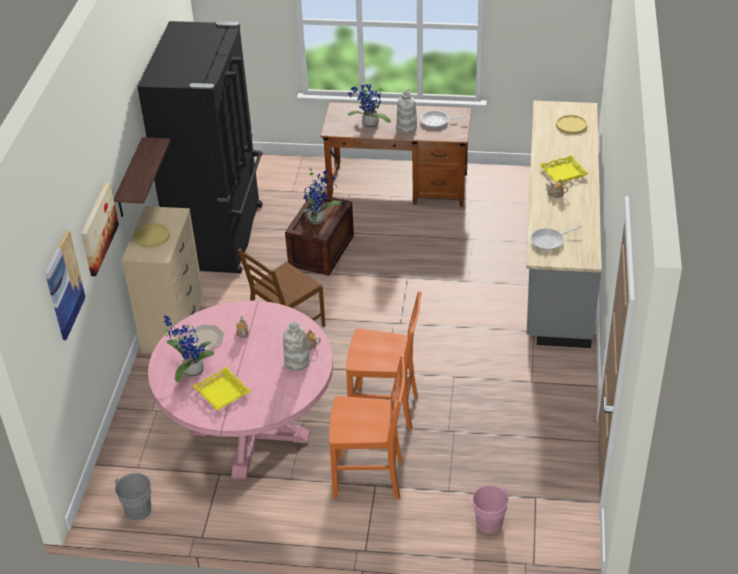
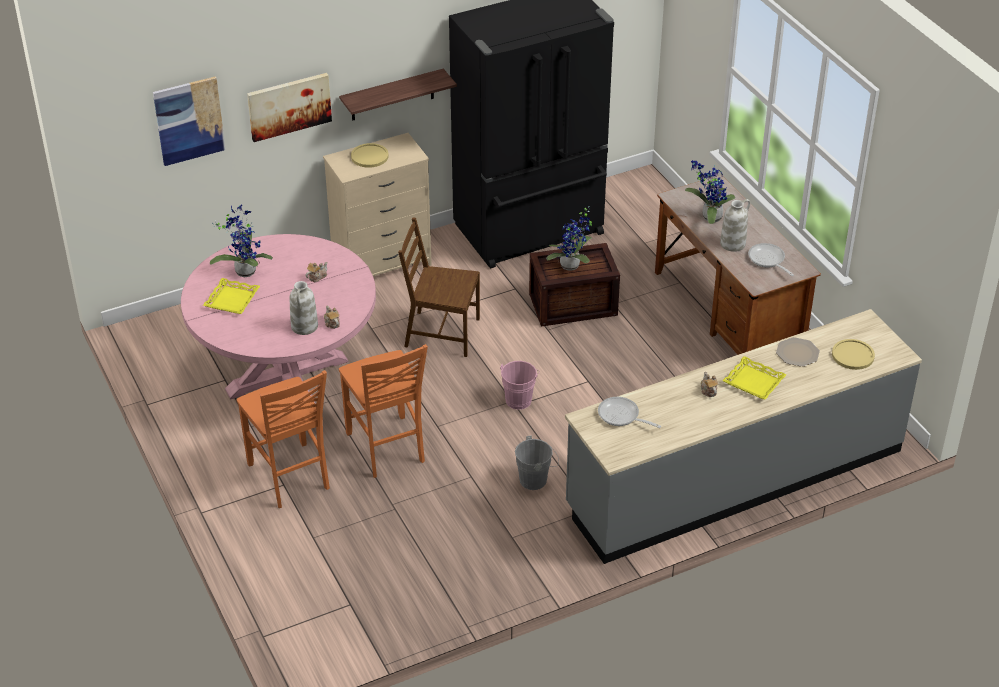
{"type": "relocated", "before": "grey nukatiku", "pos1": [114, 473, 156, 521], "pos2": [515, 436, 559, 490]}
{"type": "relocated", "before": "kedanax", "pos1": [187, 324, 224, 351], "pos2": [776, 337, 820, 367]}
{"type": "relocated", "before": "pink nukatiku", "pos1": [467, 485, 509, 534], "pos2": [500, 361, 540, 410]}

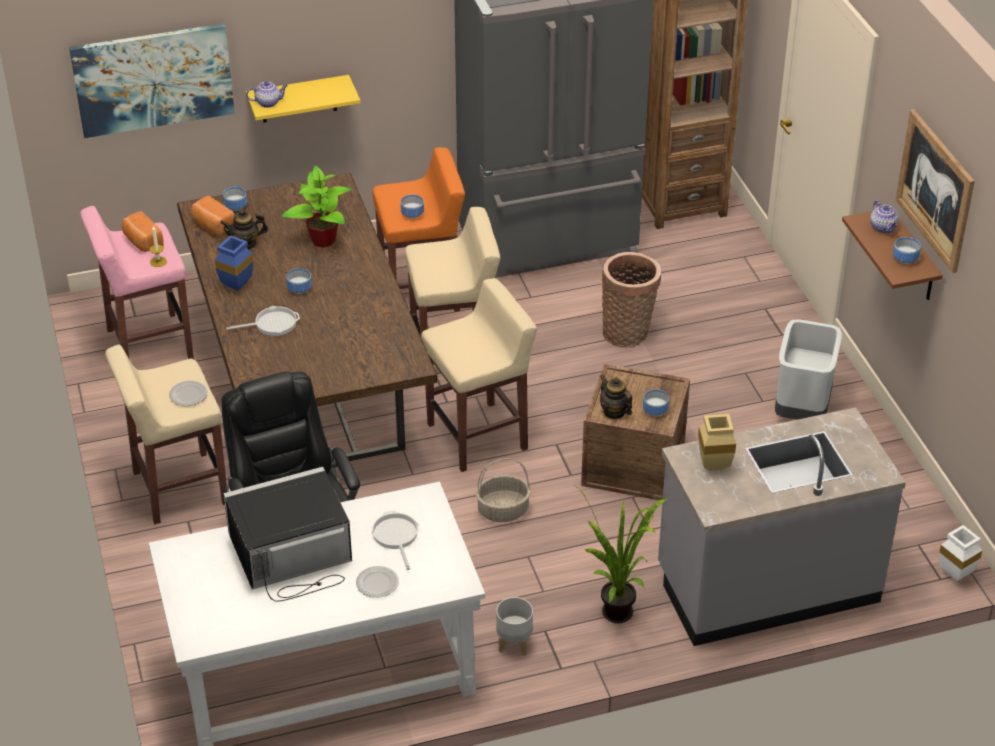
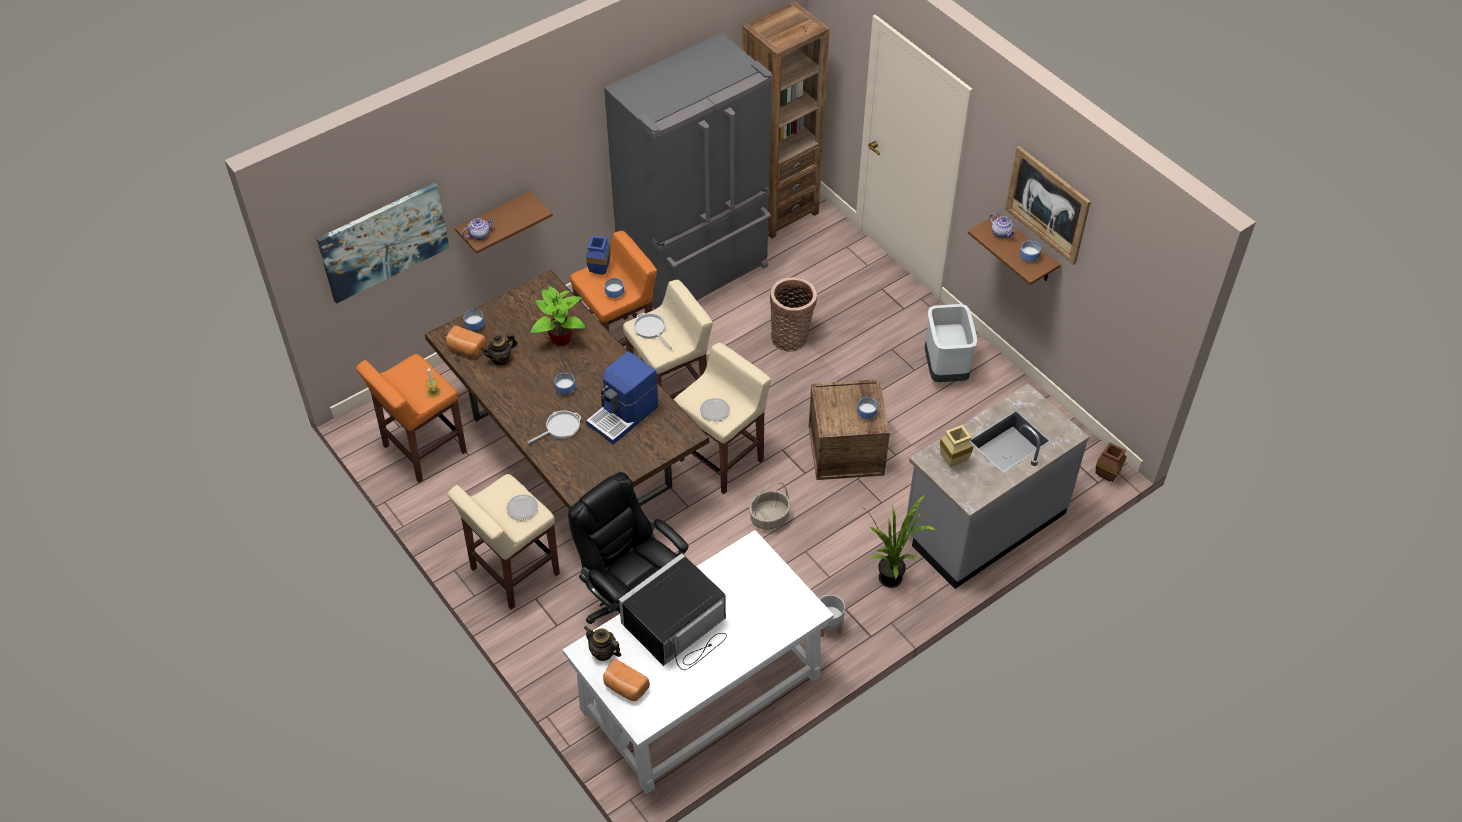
{"type": "colour", "before": "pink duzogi", "after": "orange duzogi", "pos1": [80, 206, 193, 358], "pos2": [356, 354, 467, 483]}
{"type": "relocated", "before": "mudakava", "pos1": [122, 211, 164, 252], "pos2": [603, 659, 650, 701]}
{"type": "relocated", "before": "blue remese", "pos1": [215, 235, 253, 291], "pos2": [586, 236, 611, 275]}
{"type": "colour", "before": "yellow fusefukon", "after": "brown fusefukon", "pos1": [246, 75, 360, 123], "pos2": [455, 191, 553, 254]}
{"type": "relocated", "before": "kedanax", "pos1": [356, 566, 399, 598], "pos2": [700, 398, 730, 421]}
{"type": "relocated", "before": "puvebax", "pos1": [371, 510, 419, 570], "pos2": [634, 313, 672, 349]}
{"type": "relocated", "before": "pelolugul", "pos1": [600, 375, 632, 419], "pos2": [584, 626, 621, 661]}
{"type": "colour", "before": "white remese", "after": "brown remese", "pos1": [939, 525, 982, 581], "pos2": [1096, 442, 1126, 482]}
{"type": "appeared", "after": "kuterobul", "pos2": [586, 351, 658, 444]}

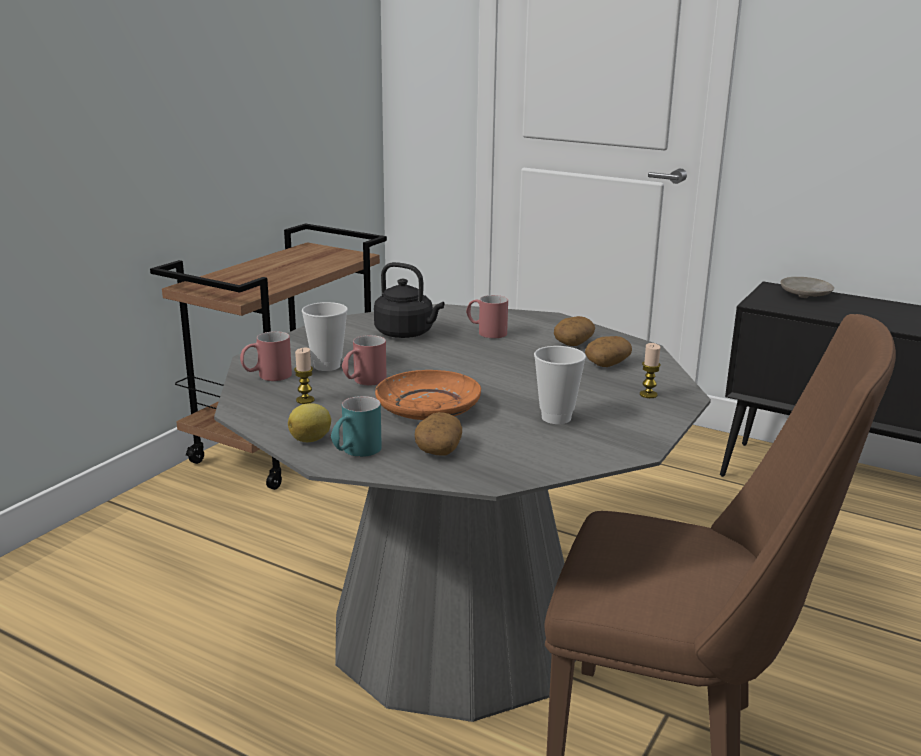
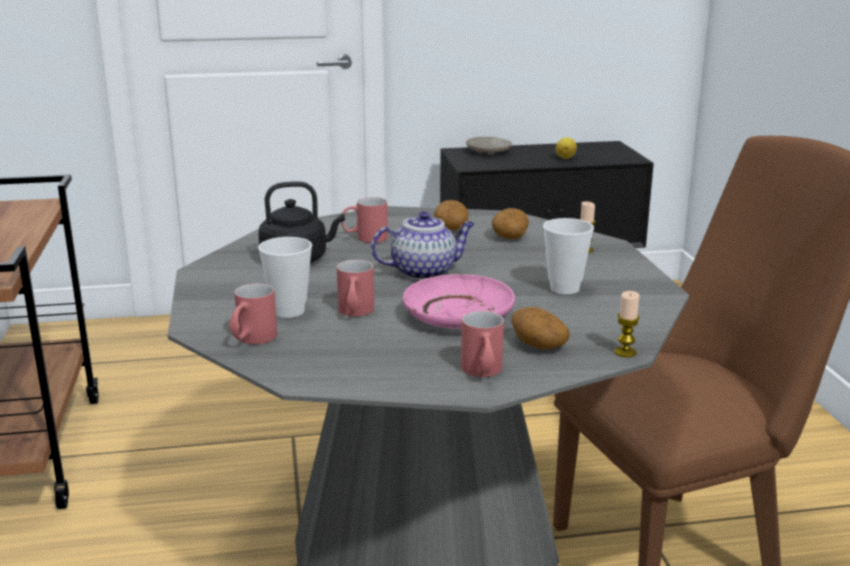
{"type": "relocated", "before": "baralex", "pos1": [288, 403, 331, 442], "pos2": [556, 137, 577, 159]}
{"type": "relocated", "before": "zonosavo", "pos1": [294, 348, 314, 404], "pos2": [615, 291, 640, 357]}
{"type": "colour", "before": "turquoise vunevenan", "after": "red vunevenan", "pos1": [331, 396, 382, 457], "pos2": [461, 311, 504, 377]}
{"type": "colour", "before": "orange kedanax", "after": "pink kedanax", "pos1": [375, 370, 481, 420], "pos2": [403, 274, 515, 329]}
{"type": "appeared", "after": "pelolugul", "pos2": [371, 211, 475, 280]}

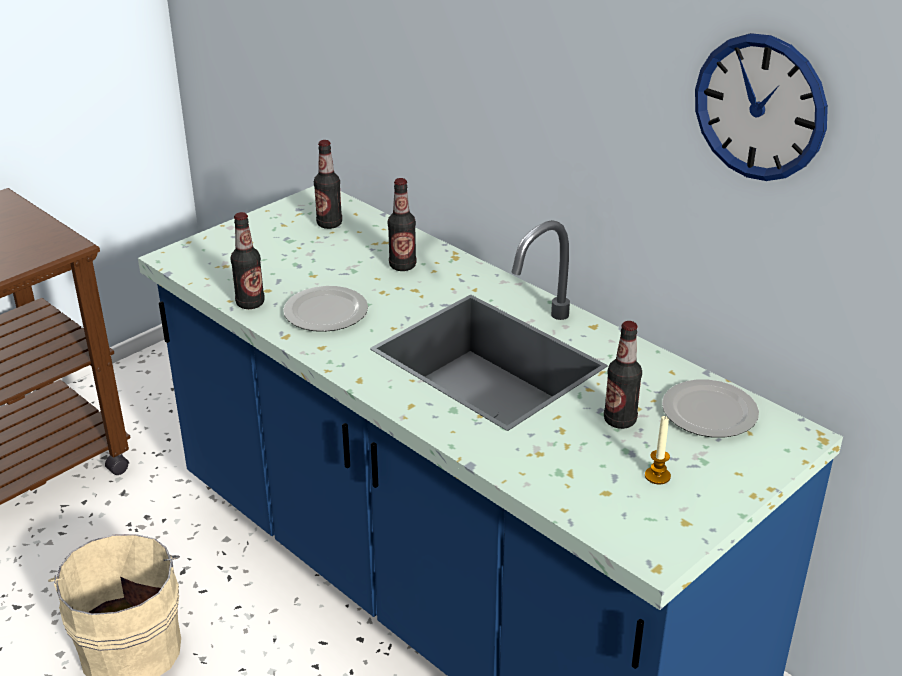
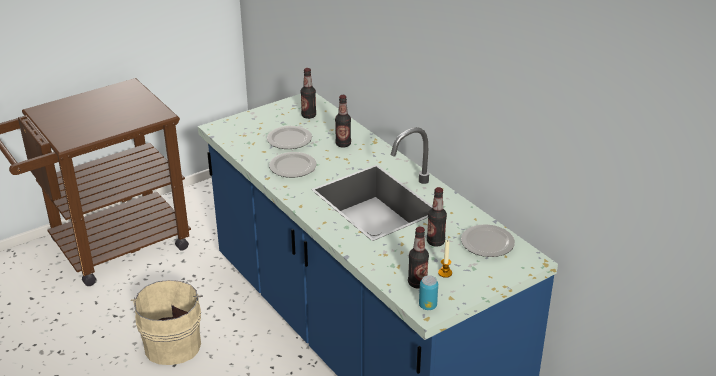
{"type": "relocated", "before": "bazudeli", "pos1": [230, 212, 265, 309], "pos2": [408, 227, 429, 288]}
{"type": "missing", "before": "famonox", "pos1": [695, 33, 828, 181]}
{"type": "appeared", "after": "kedanax", "pos2": [267, 126, 312, 149]}
{"type": "appeared", "after": "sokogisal", "pos2": [419, 275, 438, 310]}

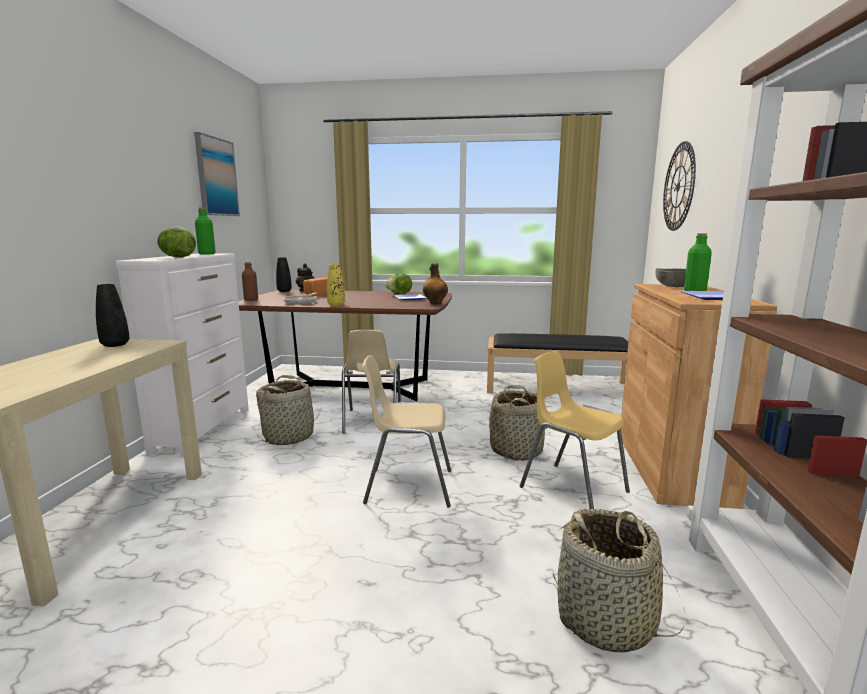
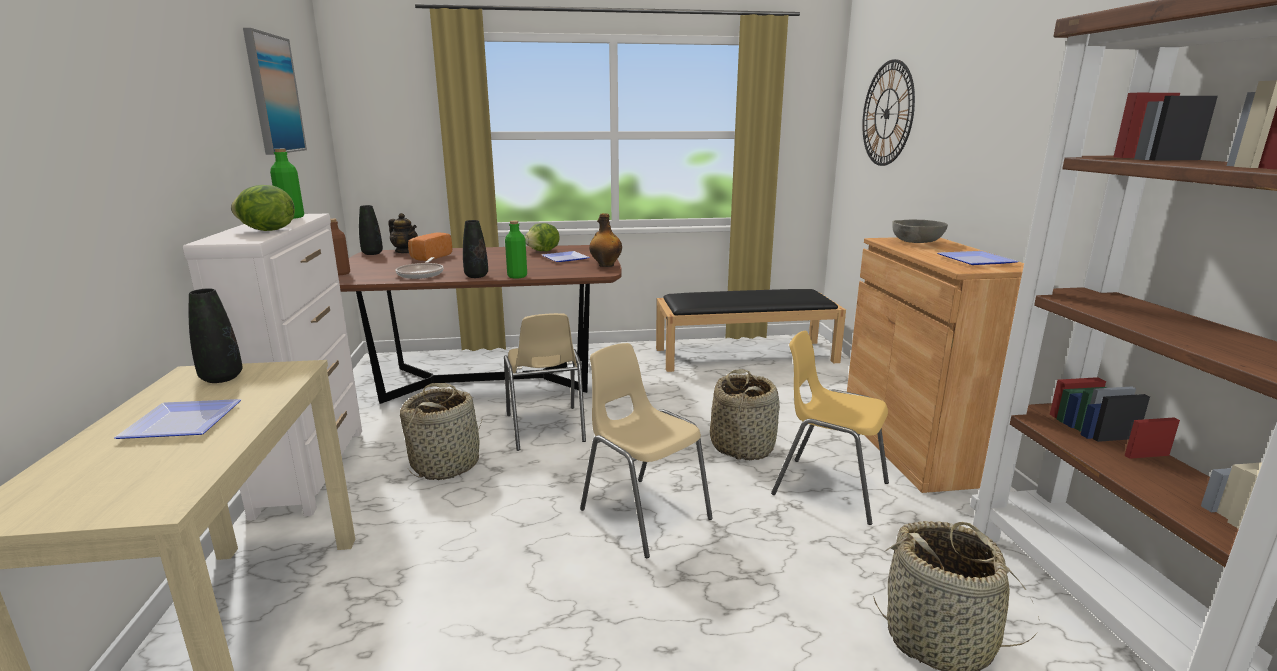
{"type": "colour", "before": "yellow remese", "after": "black remese", "pos1": [327, 264, 345, 306], "pos2": [463, 220, 488, 278]}
{"type": "spun", "before": "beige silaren", "pos1": [362, 355, 451, 508], "pos2": [580, 343, 713, 558], "turn": 60}
{"type": "relocated", "before": "green bazudeli", "pos1": [684, 233, 712, 291], "pos2": [505, 221, 527, 278]}
{"type": "appeared", "after": "kedanax", "pos2": [114, 399, 241, 439]}

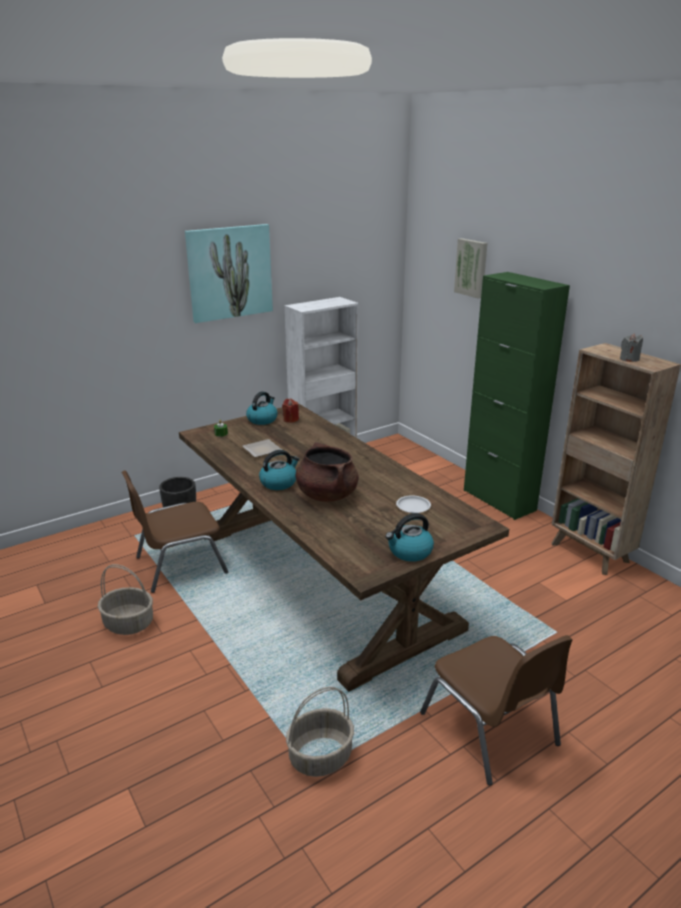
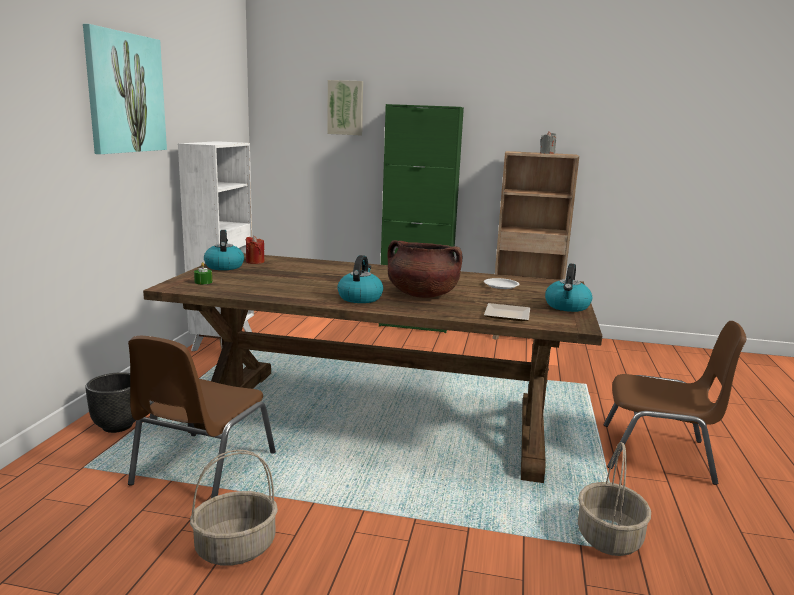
{"type": "relocated", "before": "kedanax", "pos1": [242, 439, 282, 458], "pos2": [484, 303, 530, 321]}

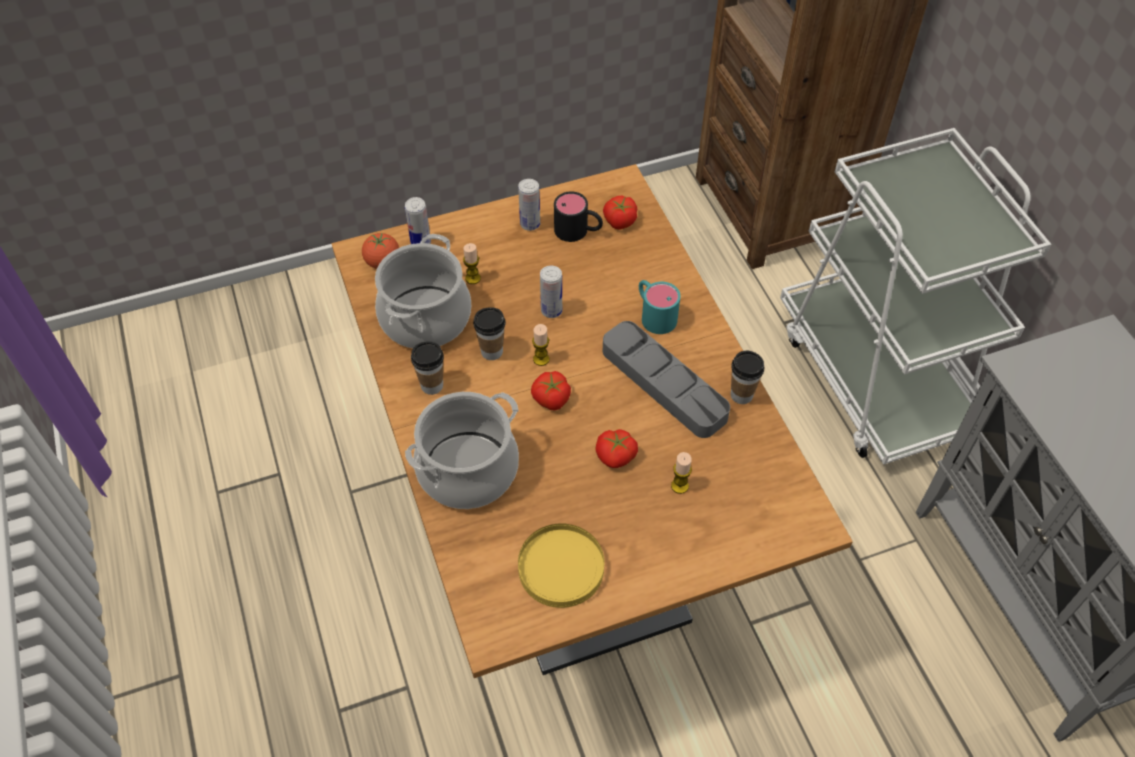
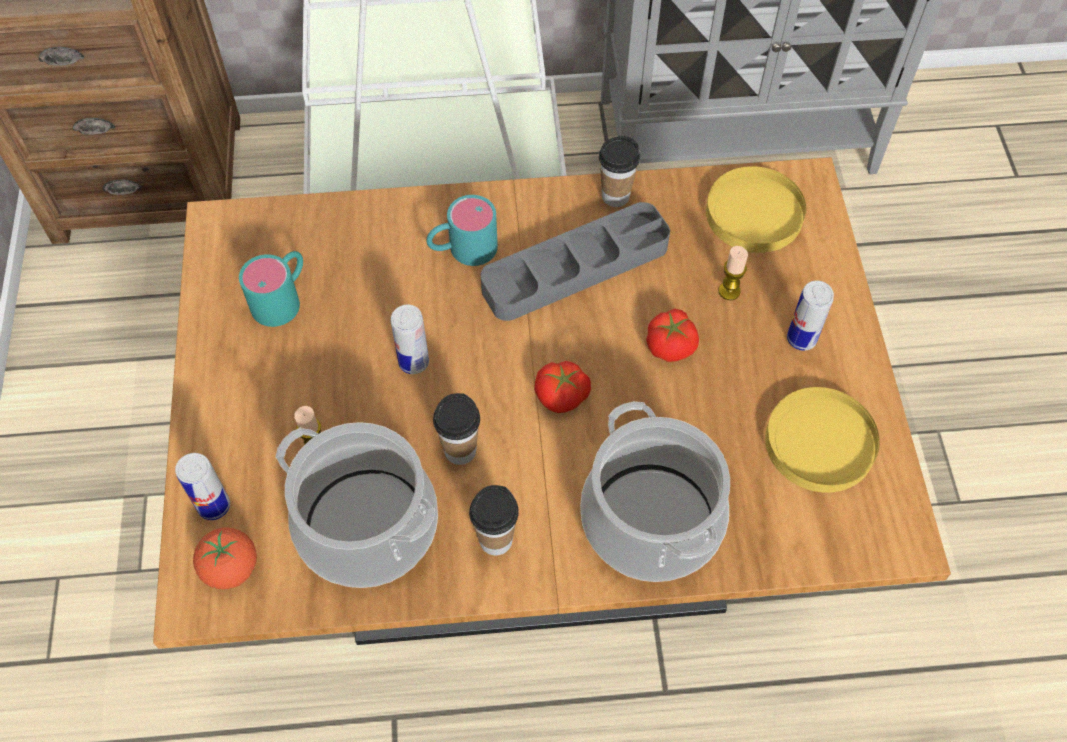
{"type": "relocated", "before": "sokogisal", "pos1": [518, 179, 540, 231], "pos2": [787, 281, 834, 351]}
{"type": "missing", "before": "zonosavo", "pos1": [532, 324, 549, 366]}
{"type": "colour", "before": "black vunevenan", "after": "turquoise vunevenan", "pos1": [554, 191, 603, 242], "pos2": [239, 251, 303, 327]}
{"type": "missing", "before": "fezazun", "pos1": [603, 195, 637, 230]}
{"type": "appeared", "after": "yellow kedanax", "pos2": [706, 166, 806, 253]}

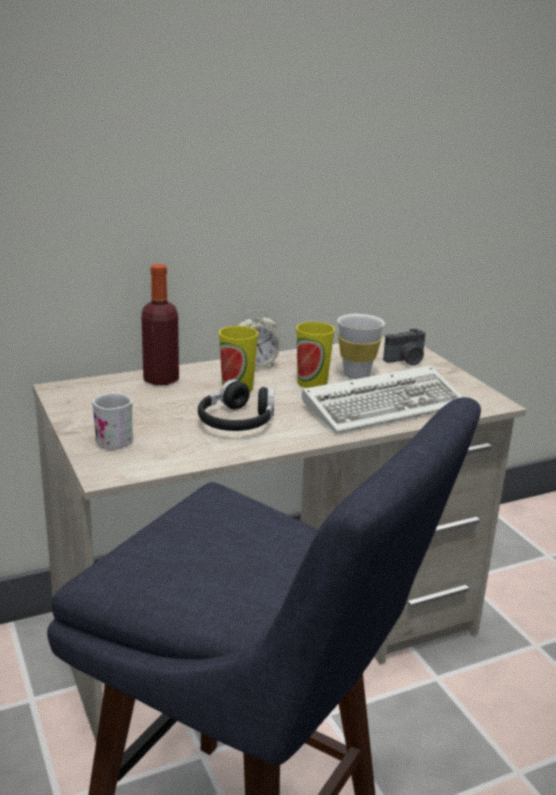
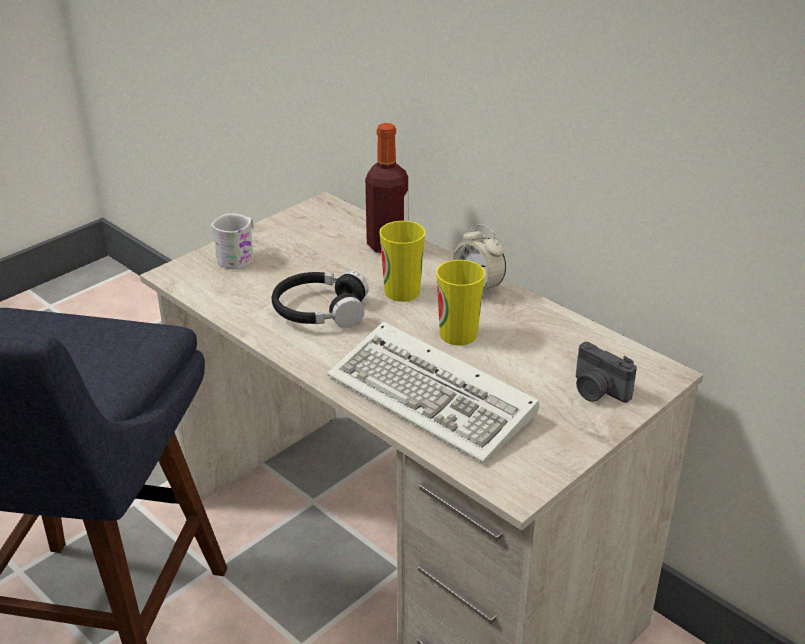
{"type": "missing", "before": "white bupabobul", "pos1": [338, 314, 385, 379]}

